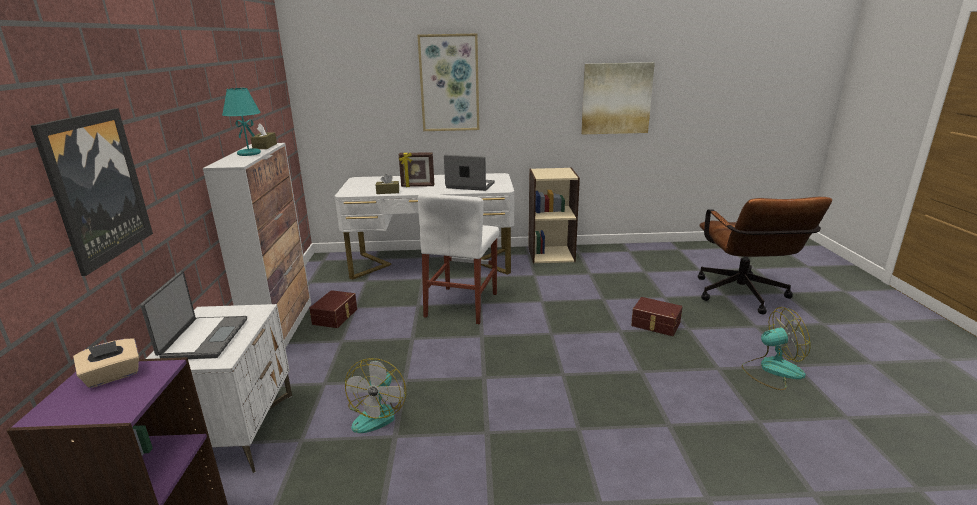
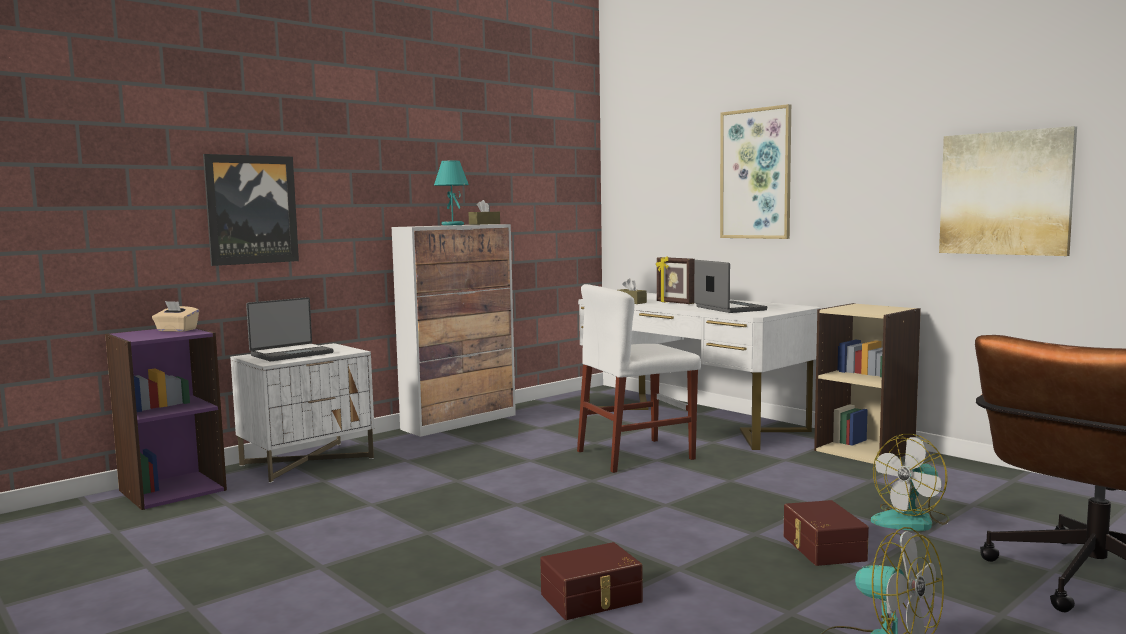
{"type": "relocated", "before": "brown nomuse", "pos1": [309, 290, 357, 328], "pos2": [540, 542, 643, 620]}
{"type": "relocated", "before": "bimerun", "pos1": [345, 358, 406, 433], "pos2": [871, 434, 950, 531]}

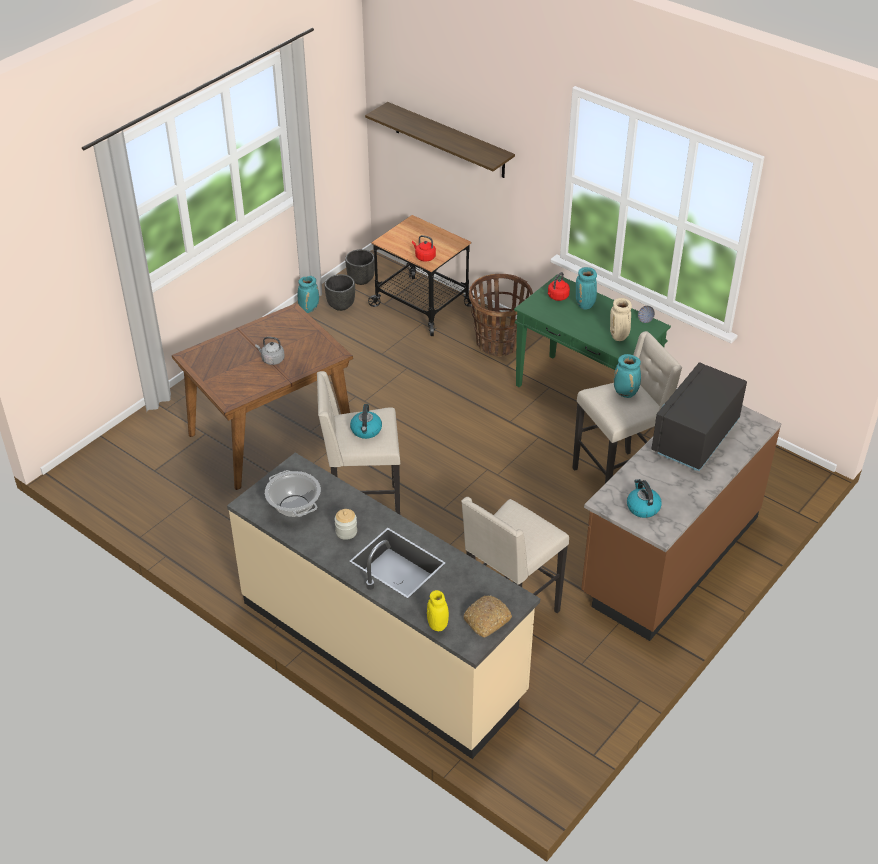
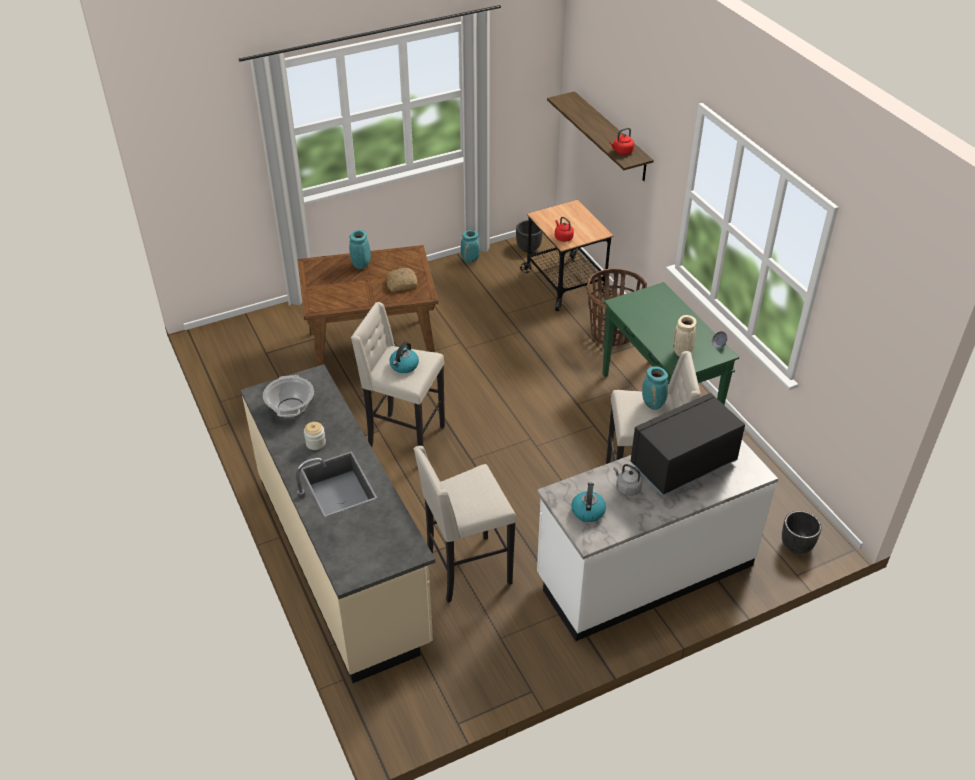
{"type": "relocated", "before": "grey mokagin", "pos1": [255, 337, 285, 365], "pos2": [613, 464, 643, 496]}
{"type": "relocated", "before": "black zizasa", "pos1": [325, 274, 355, 311], "pos2": [782, 511, 822, 554]}
{"type": "missing", "before": "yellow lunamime", "pos1": [427, 590, 449, 631]}
{"type": "relocated", "before": "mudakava", "pos1": [463, 596, 512, 638], "pos2": [386, 268, 417, 292]}
{"type": "relocated", "before": "red mokagin", "pos1": [548, 272, 570, 301], "pos2": [610, 128, 634, 155]}
{"type": "relocated", "before": "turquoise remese", "pos1": [576, 267, 597, 310], "pos2": [349, 230, 371, 269]}
{"type": "colour", "before": "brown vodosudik", "after": "white vodosudik", "pos1": [581, 405, 781, 641], "pos2": [537, 440, 778, 641]}

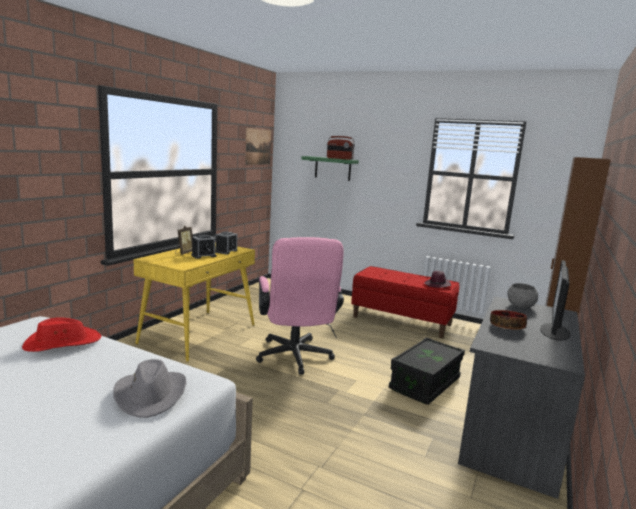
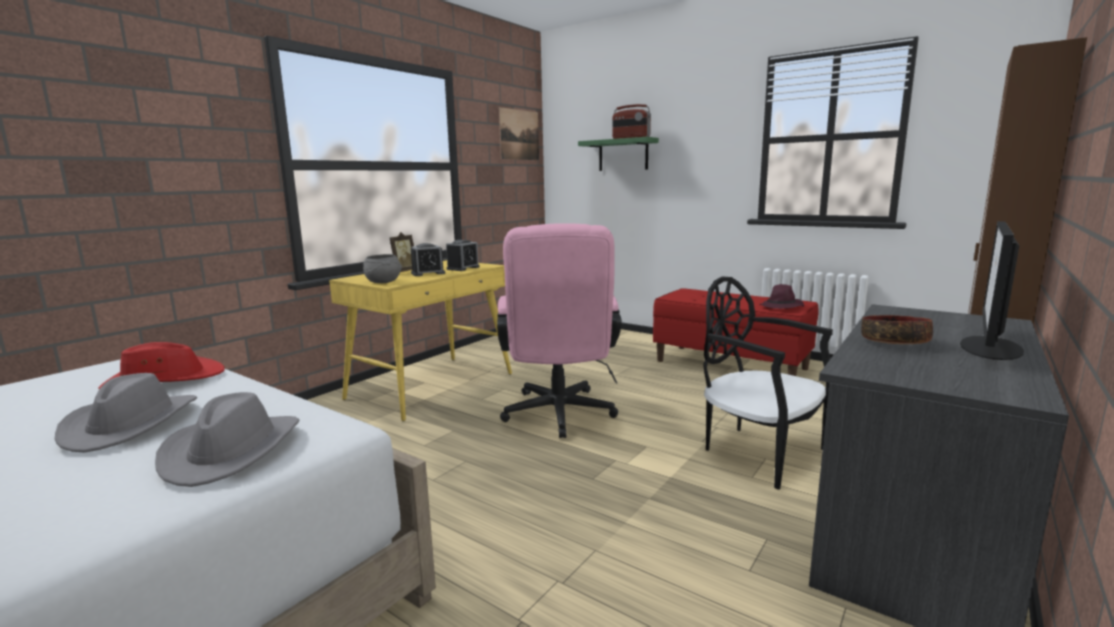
{"type": "exchanged", "before": "black nomuse", "after": "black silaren", "pos1": [389, 337, 465, 405], "pos2": [703, 277, 833, 490]}
{"type": "relocated", "before": "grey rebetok", "pos1": [508, 283, 538, 308], "pos2": [363, 254, 402, 283]}
{"type": "appeared", "after": "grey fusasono", "pos2": [55, 373, 197, 453]}

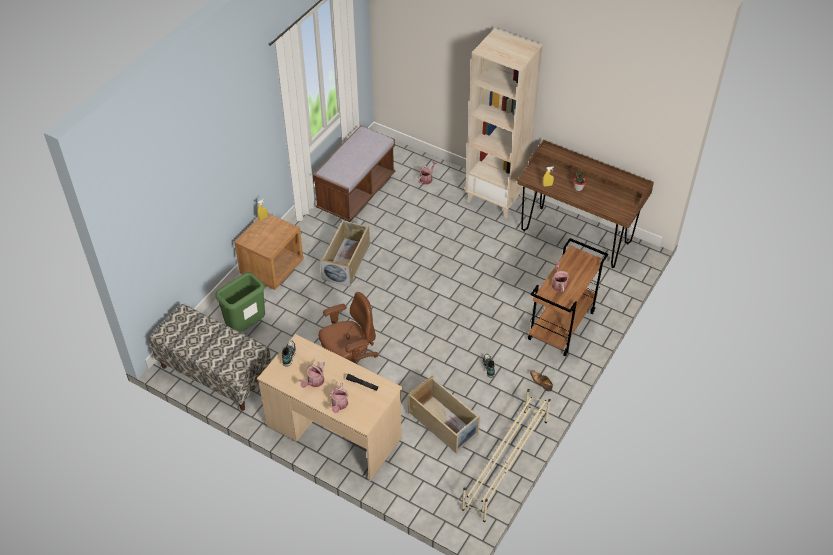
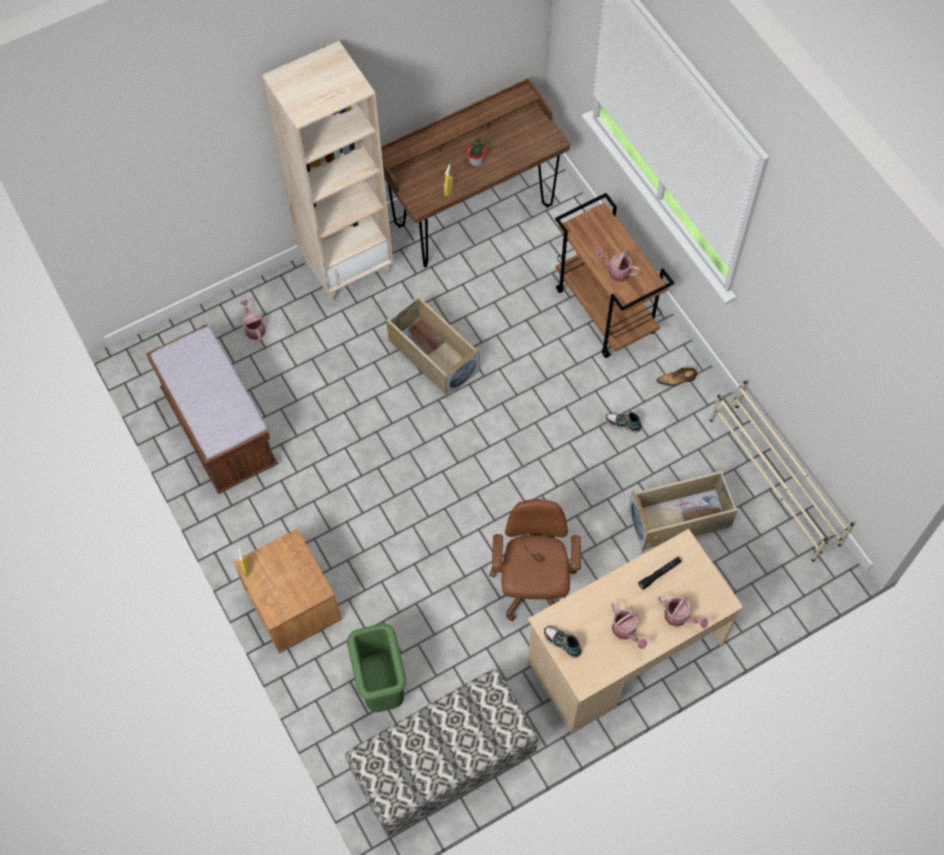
{"type": "relocated", "before": "beige nomuse", "pos1": [320, 220, 370, 287], "pos2": [386, 295, 480, 398]}

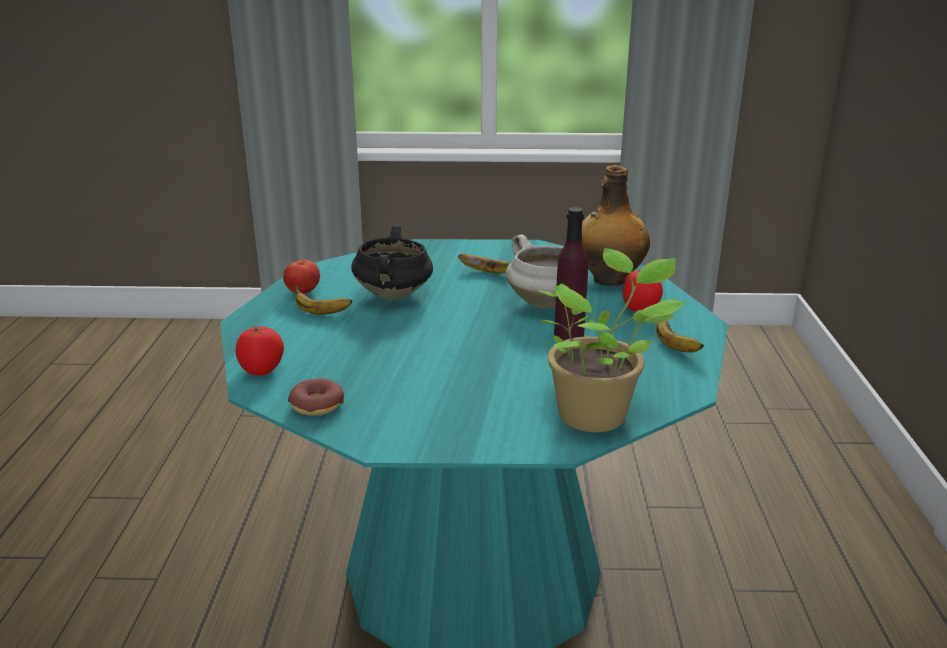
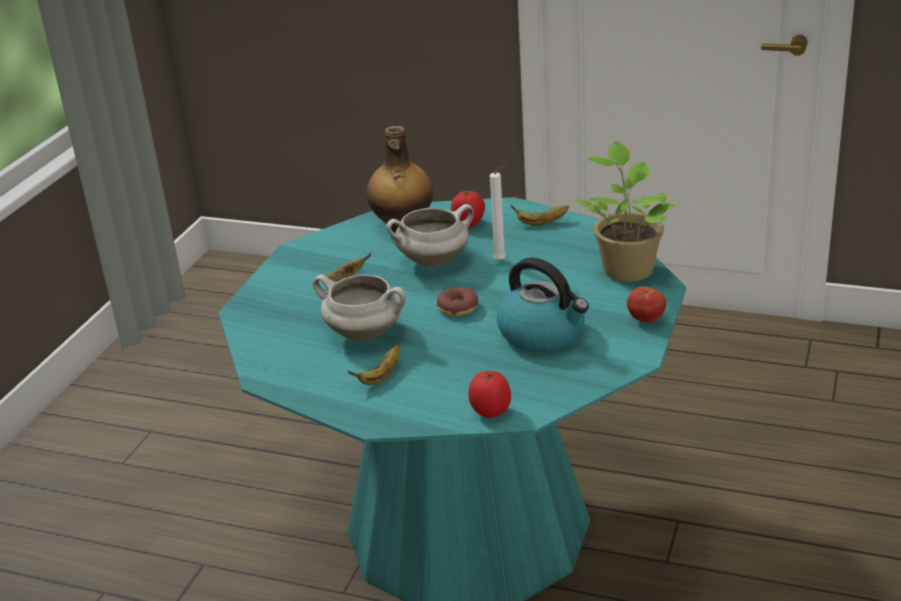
{"type": "relocated", "before": "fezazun", "pos1": [283, 260, 320, 294], "pos2": [627, 286, 666, 322]}
{"type": "relocated", "before": "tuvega", "pos1": [288, 378, 344, 416], "pos2": [437, 287, 478, 316]}
{"type": "colour", "before": "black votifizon", "after": "white votifizon", "pos1": [351, 225, 433, 300], "pos2": [312, 274, 406, 341]}
{"type": "exchanged", "before": "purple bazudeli", "after": "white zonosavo", "pos1": [554, 207, 588, 341], "pos2": [490, 164, 506, 261]}
{"type": "appeared", "after": "mokagin", "pos2": [497, 257, 589, 352]}

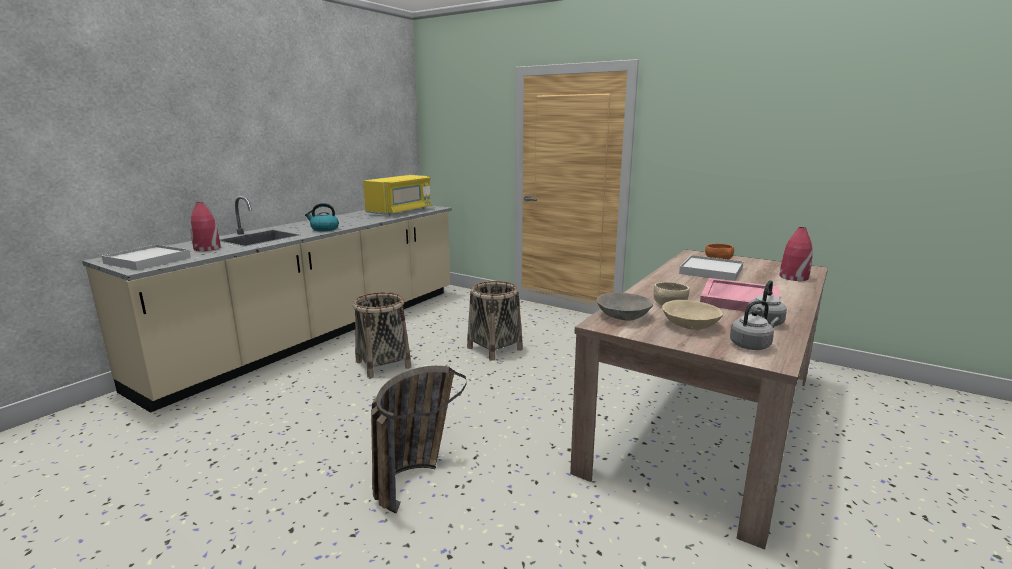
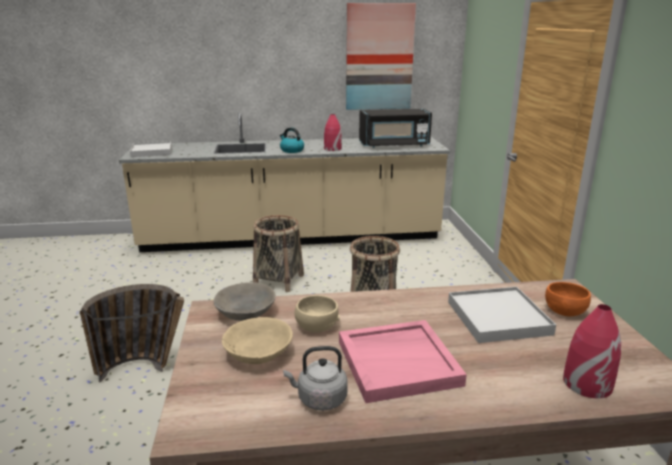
{"type": "relocated", "before": "red remese", "pos1": [190, 202, 221, 251], "pos2": [324, 114, 342, 151]}
{"type": "colour", "before": "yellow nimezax", "after": "black nimezax", "pos1": [363, 175, 432, 216], "pos2": [359, 109, 432, 148]}
{"type": "missing", "before": "grey mokagin", "pos1": [730, 300, 779, 350]}
{"type": "appeared", "after": "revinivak", "pos2": [346, 3, 416, 110]}

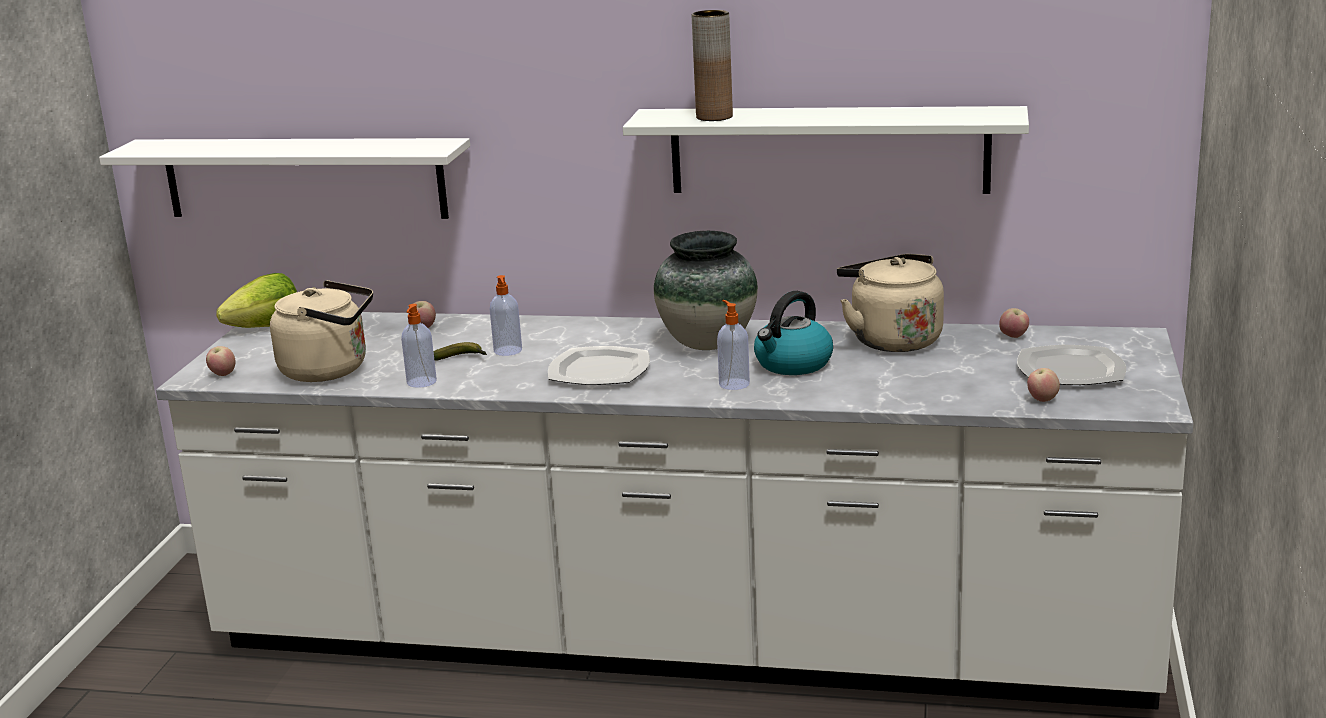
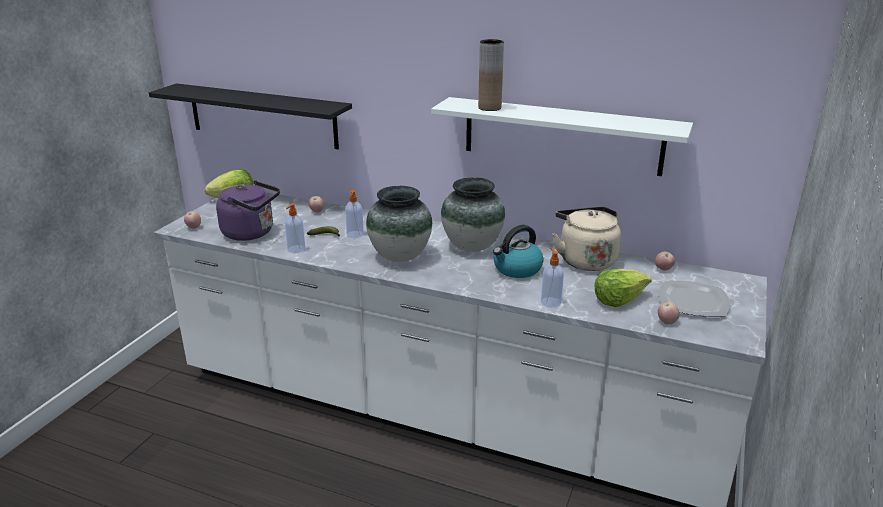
{"type": "colour", "before": "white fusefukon", "after": "black fusefukon", "pos1": [99, 138, 470, 219], "pos2": [149, 83, 352, 149]}
{"type": "colour", "before": "beige mokagin", "after": "purple mokagin", "pos1": [270, 280, 373, 382], "pos2": [216, 180, 280, 241]}
{"type": "exchanged", "before": "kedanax", "after": "remese", "pos1": [548, 346, 650, 385], "pos2": [366, 186, 432, 262]}
{"type": "relocated", "before": "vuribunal", "pos1": [717, 300, 750, 390], "pos2": [541, 247, 564, 307]}
{"type": "appeared", "after": "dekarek", "pos2": [594, 269, 652, 307]}

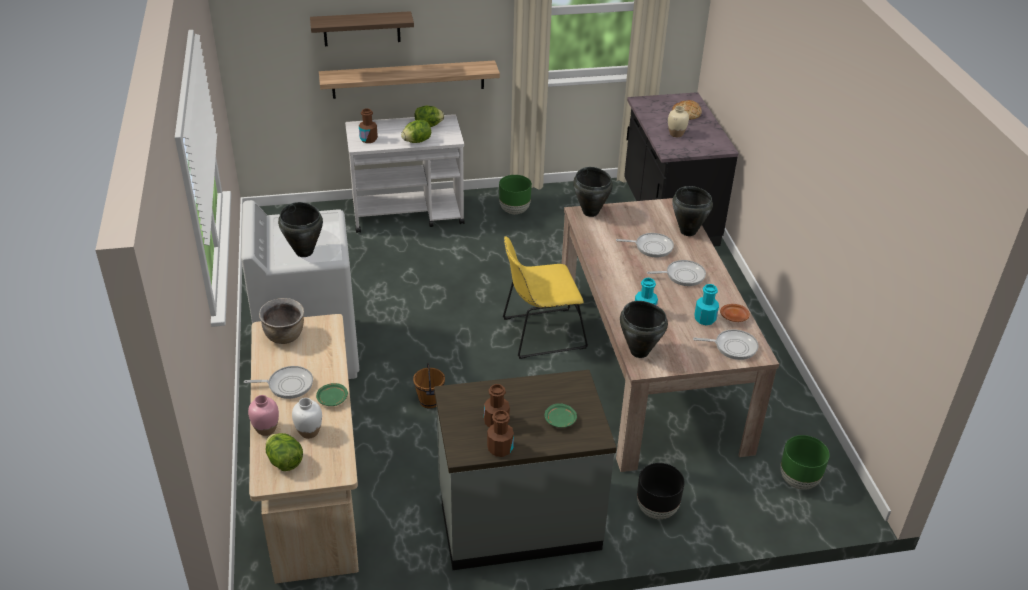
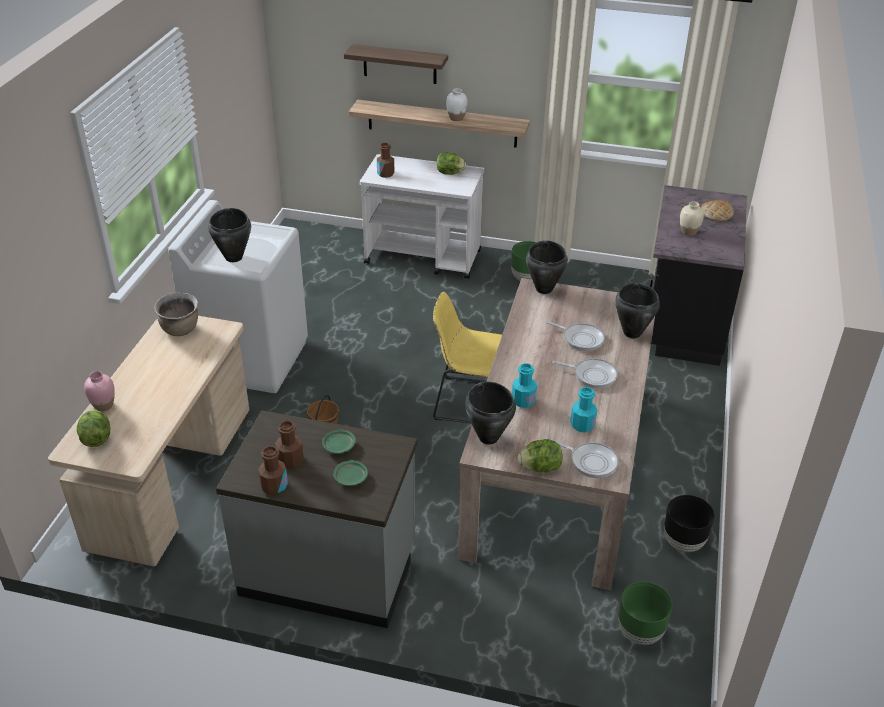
{"type": "missing", "before": "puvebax", "pos1": [244, 366, 313, 399]}
{"type": "relocated", "before": "white remese", "pos1": [292, 398, 322, 439], "pos2": [446, 88, 467, 121]}
{"type": "relocated", "before": "green kedanax", "pos1": [316, 383, 348, 406], "pos2": [322, 430, 356, 454]}
{"type": "relocated", "before": "dekarek", "pos1": [401, 120, 431, 143], "pos2": [518, 439, 562, 473]}
{"type": "relocated", "before": "black zizasa", "pos1": [637, 463, 685, 519], "pos2": [664, 495, 714, 552]}
{"type": "missing", "before": "brown kedanax", "pos1": [720, 304, 750, 322]}

